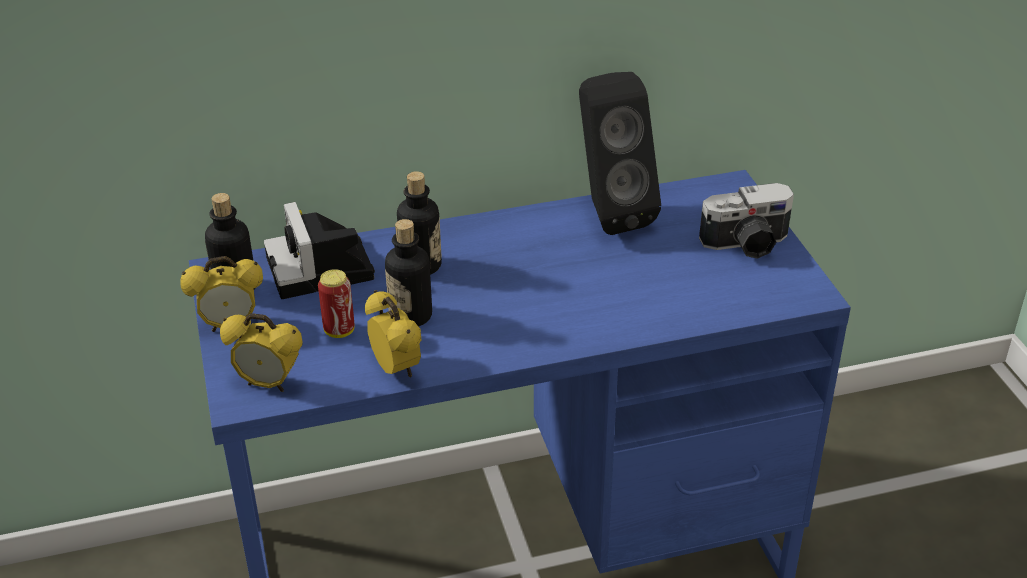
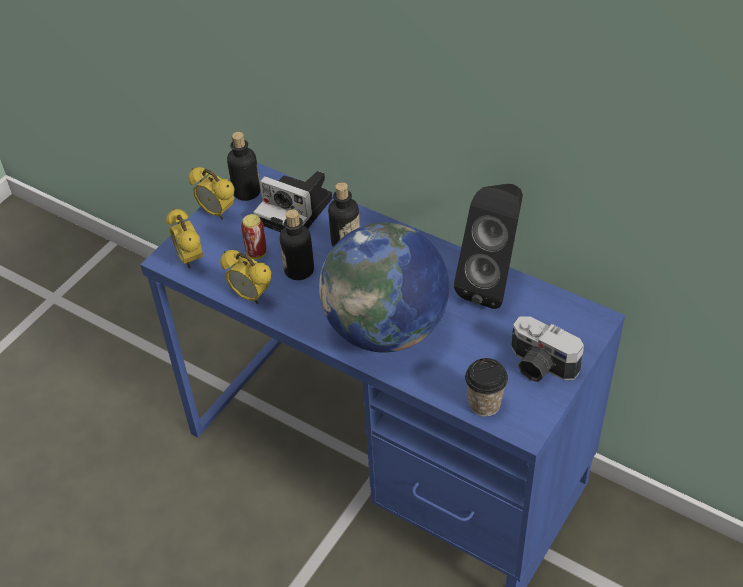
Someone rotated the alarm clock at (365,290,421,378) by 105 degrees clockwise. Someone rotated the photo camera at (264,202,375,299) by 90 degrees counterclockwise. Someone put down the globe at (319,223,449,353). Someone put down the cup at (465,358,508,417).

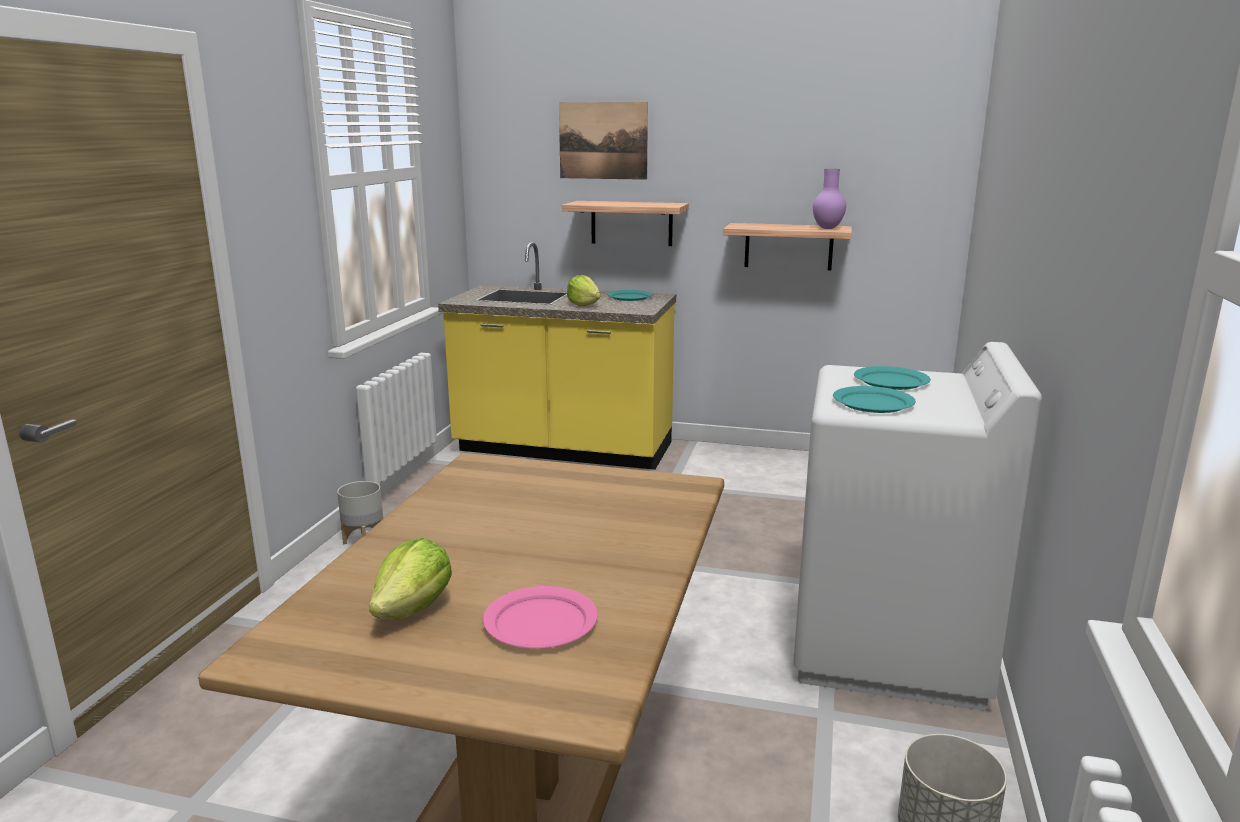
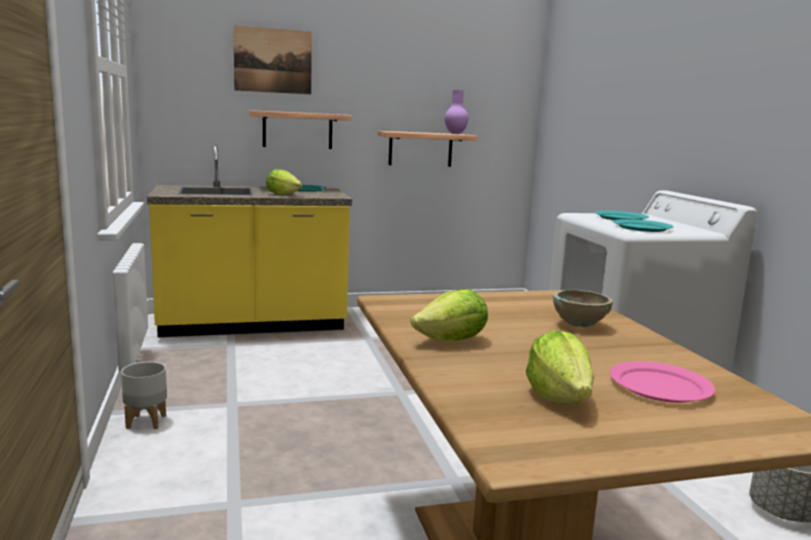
Someone put down the lettuce at (411,289,488,341). Someone put down the beige bowl at (553,290,613,327).

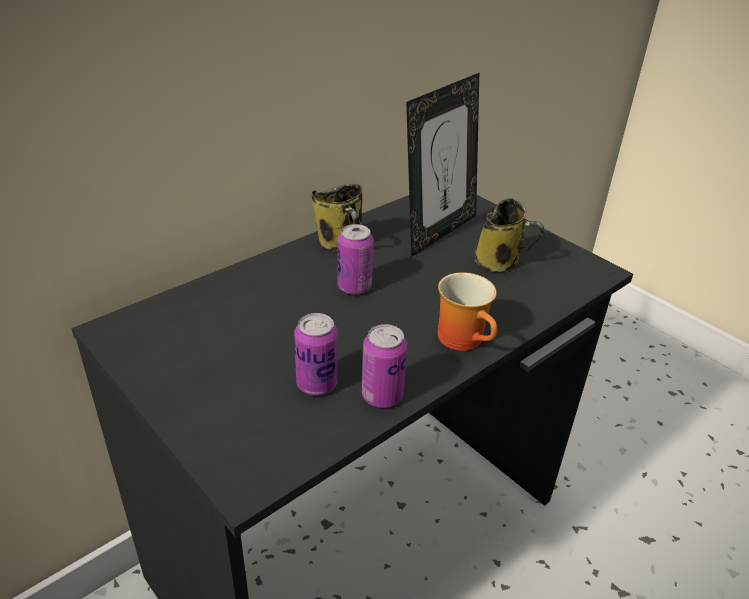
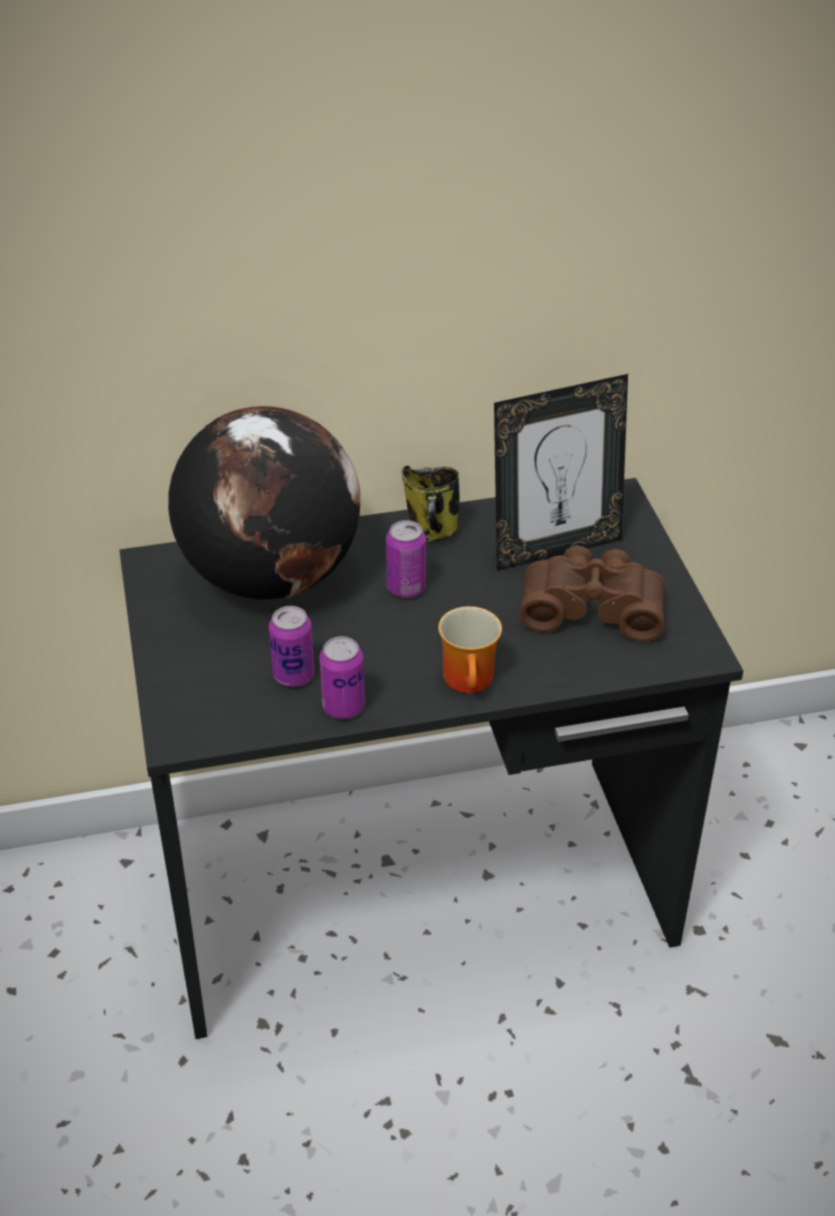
Someone put down the globe at (168,406,360,599). Someone swapped the mug at (474,198,544,272) for the brown binoculars at (519,546,665,642).

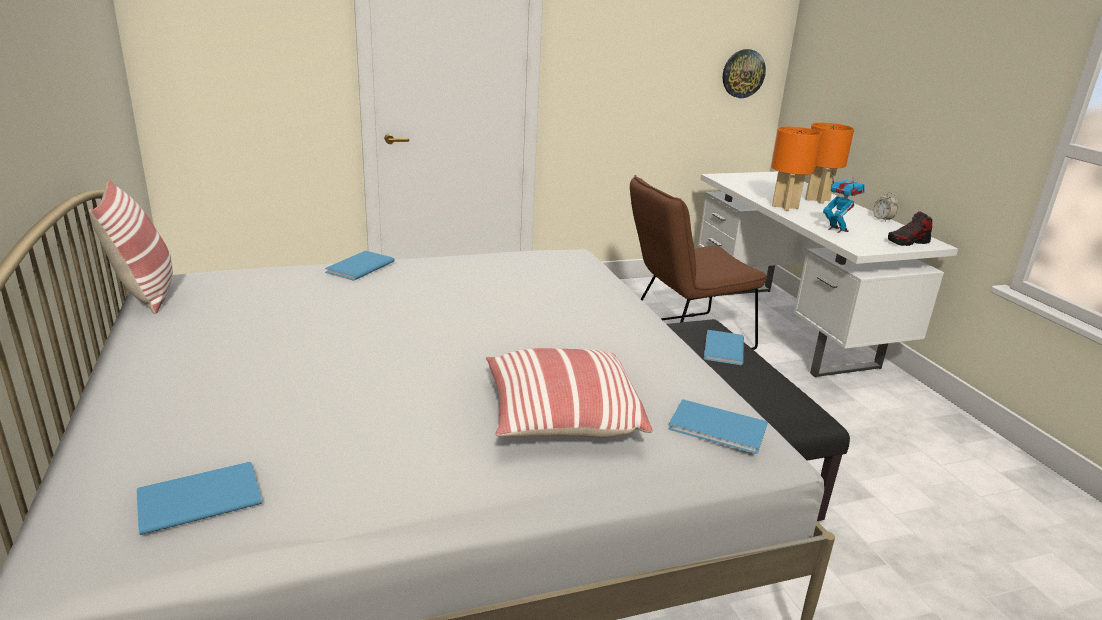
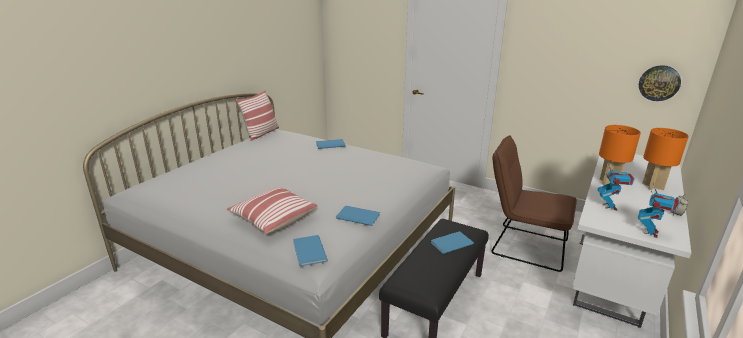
Someone carried the blue book from (137,462,262,535) to (336,206,380,226). Someone swapped the shoe at (888,211,932,246) for the toy robot at (638,183,680,238).

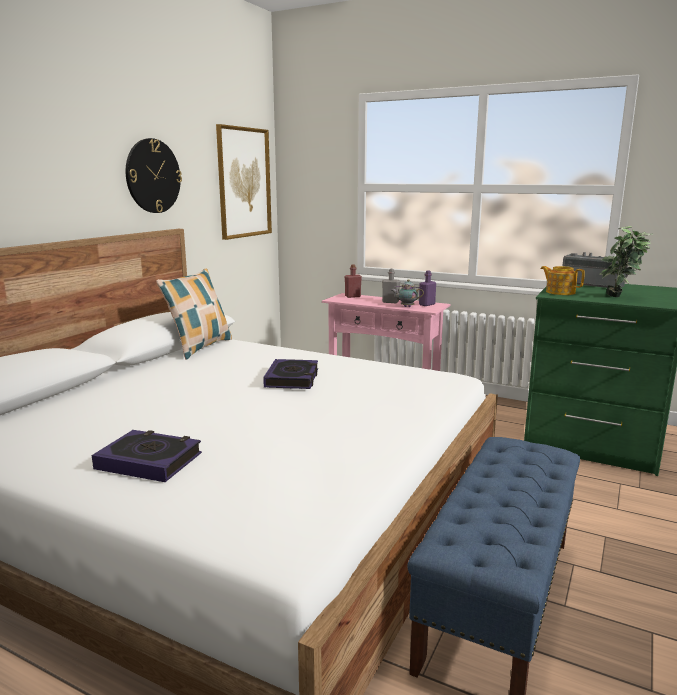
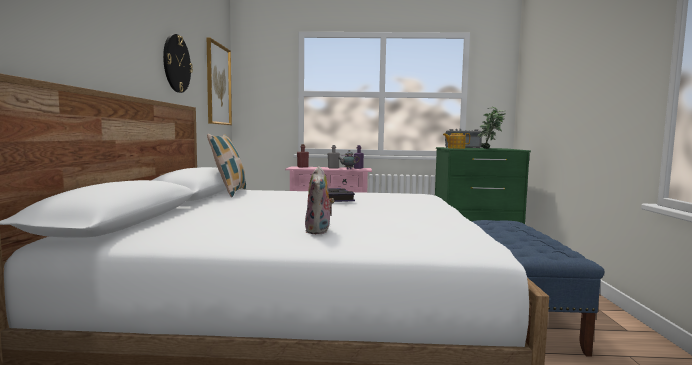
Someone swapped the book at (92,430,202,482) for the plush toy at (305,166,334,234).

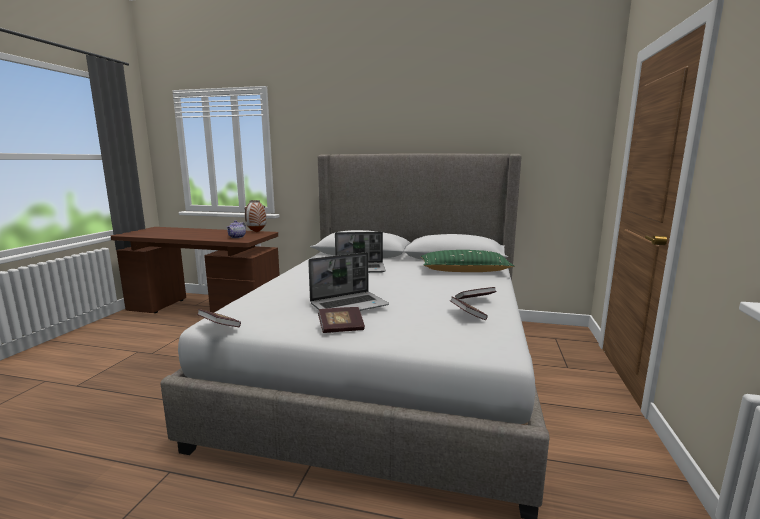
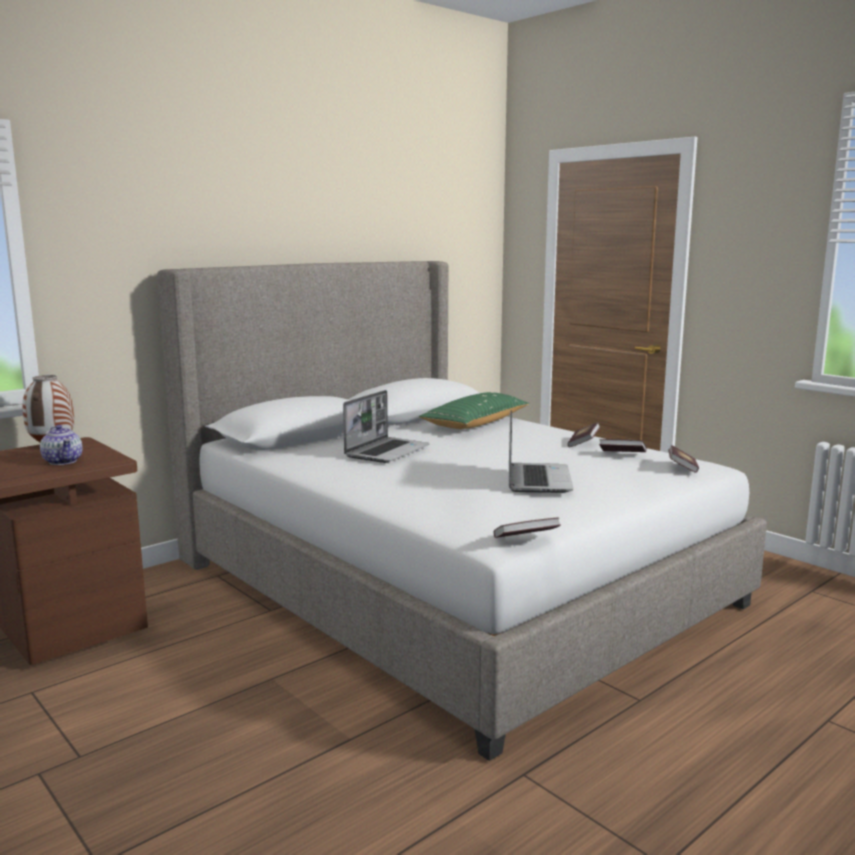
Someone carried the book from (318,307,365,333) to (668,445,699,473).

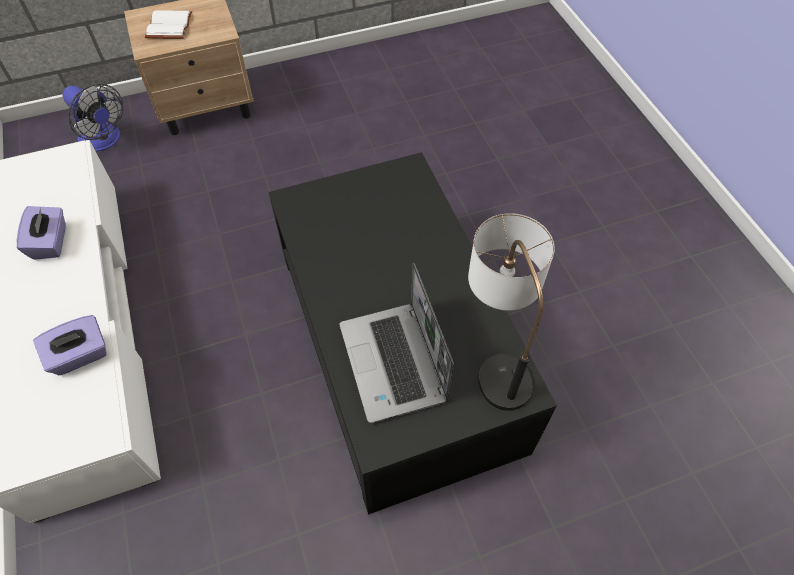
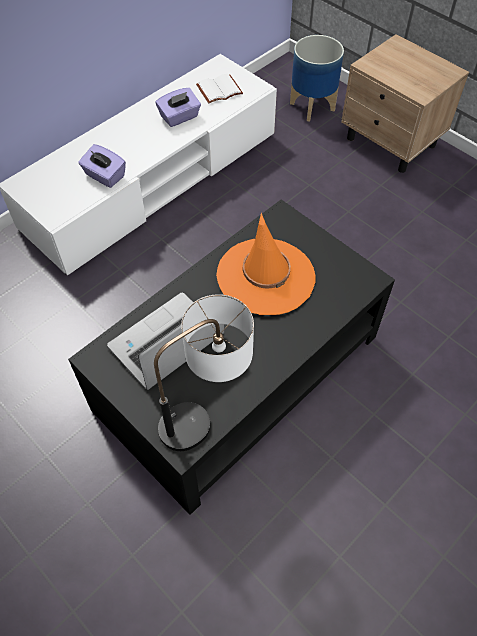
Someone carried the white book from (145,10,192,39) to (196,74,243,104). Someone put down the orange hat at (216,213,315,315). Someone swapped the fan at (62,84,123,152) for the planter at (290,35,344,122).

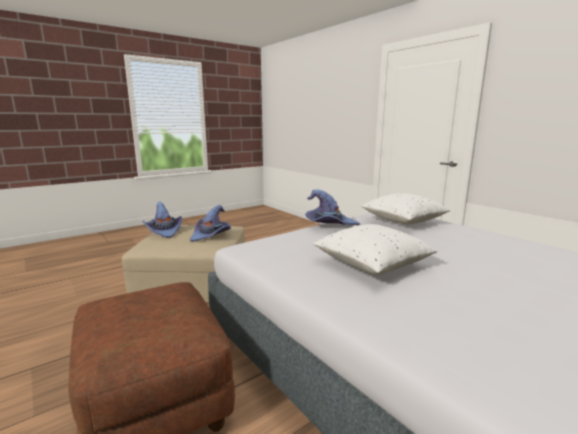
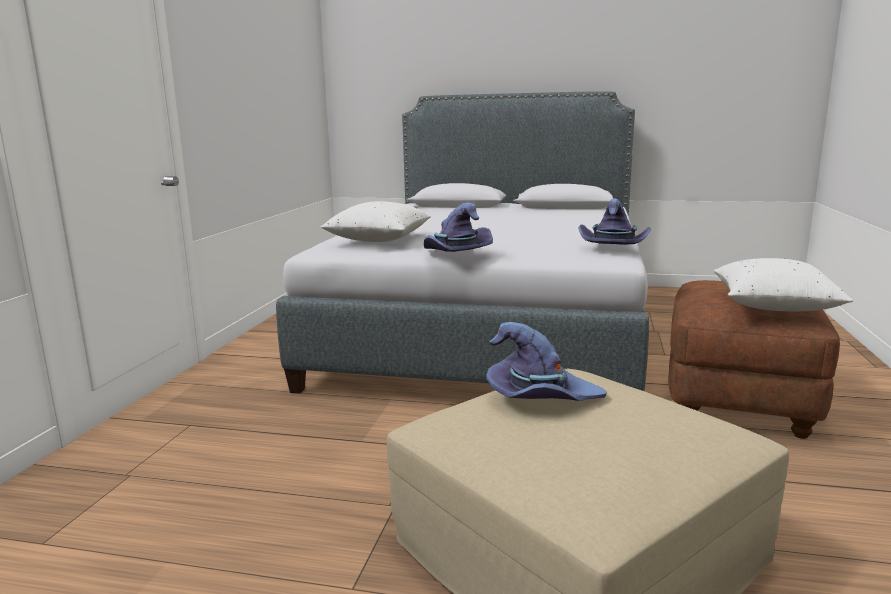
Someone carried the purple hat from (143,202,182,238) to (578,198,651,245). Someone carried the white pillow from (313,224,438,275) to (714,258,853,311).

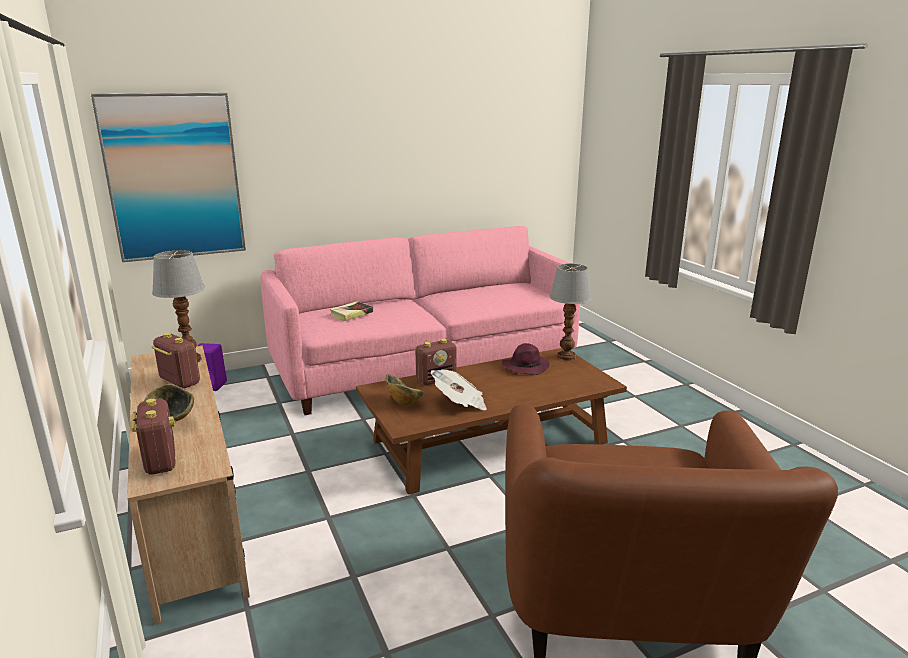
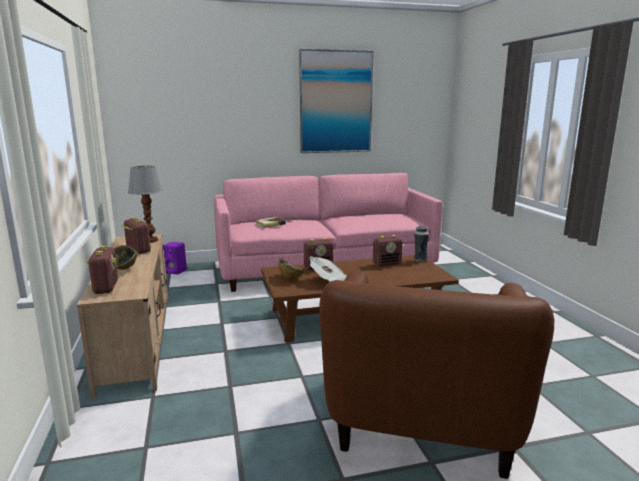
Someone carried the picture from (91,93,246,262) to (299,49,374,153). Someone swapped the purple hat at (502,343,550,375) for the radio at (373,235,403,267). Someone swapped the table lamp at (549,264,592,361) for the vase at (414,226,429,262).

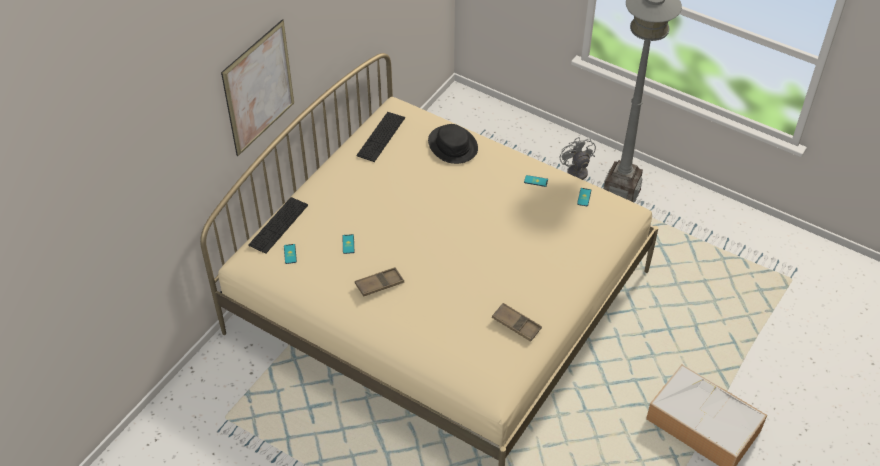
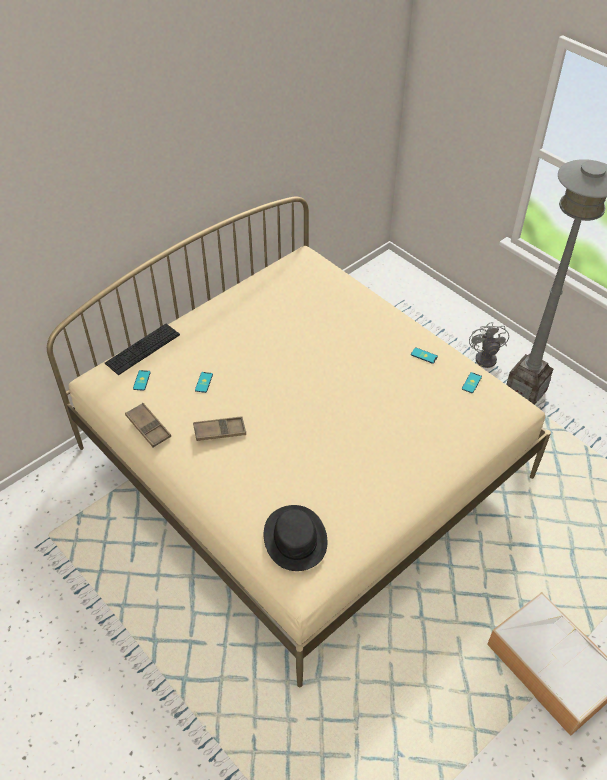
Someone carried the brown tray from (492,303,542,342) to (125,403,171,447). Someone carried the black hat from (428,124,478,164) to (264,505,327,571). Someone took away the picture at (221,19,294,156). Someone took away the keyboard at (356,112,405,162).

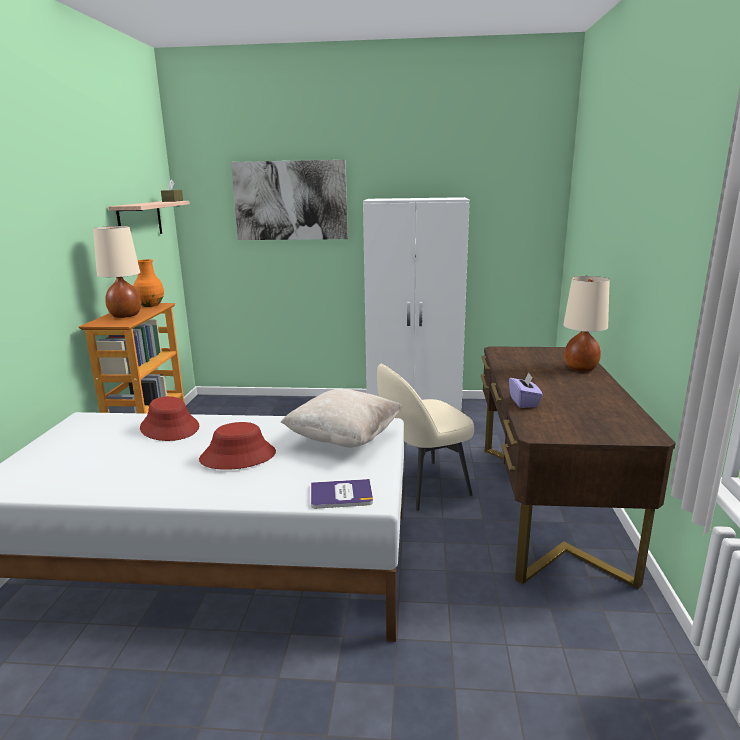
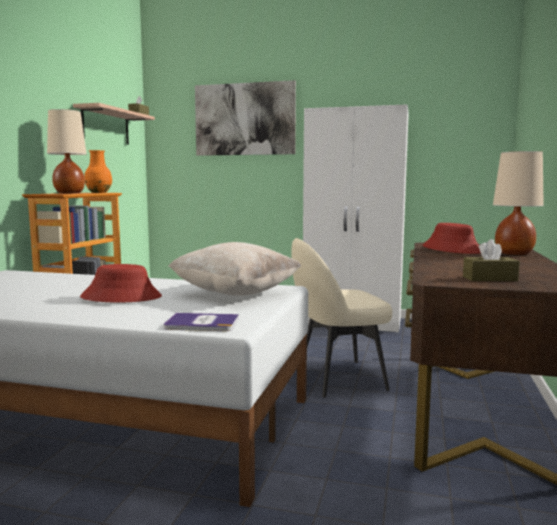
Someone carried the red hat from (140,396,199,441) to (423,223,481,254). Someone put down the brown tissue box at (463,239,520,281). Someone took away the purple tissue box at (509,372,543,408).

